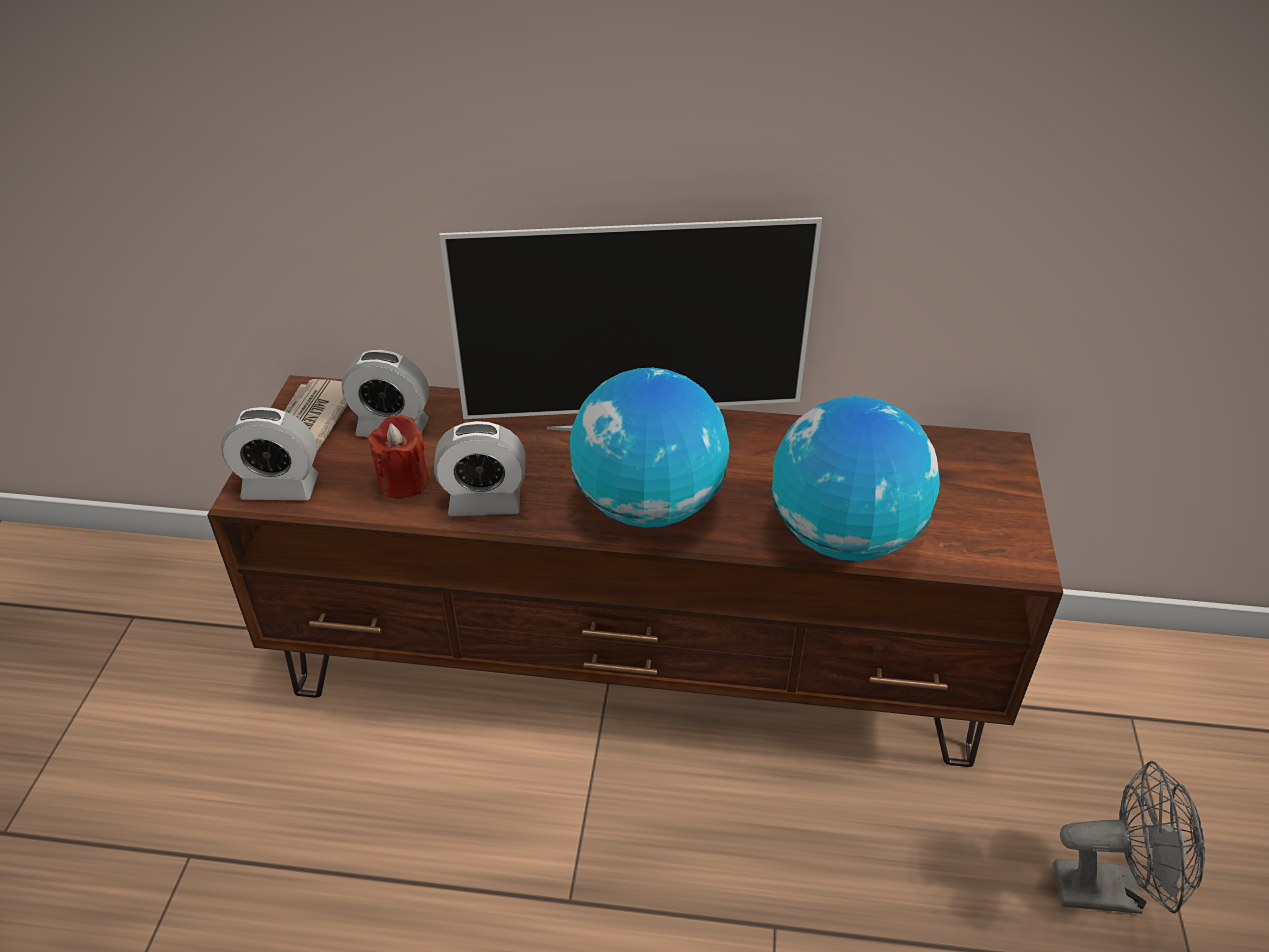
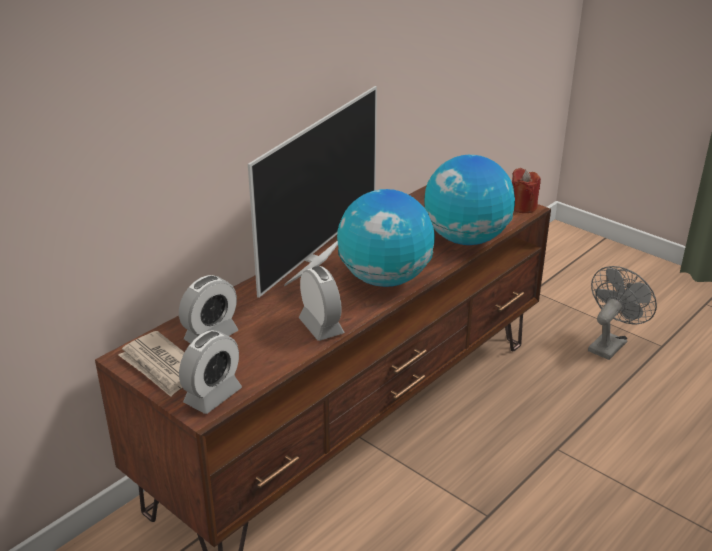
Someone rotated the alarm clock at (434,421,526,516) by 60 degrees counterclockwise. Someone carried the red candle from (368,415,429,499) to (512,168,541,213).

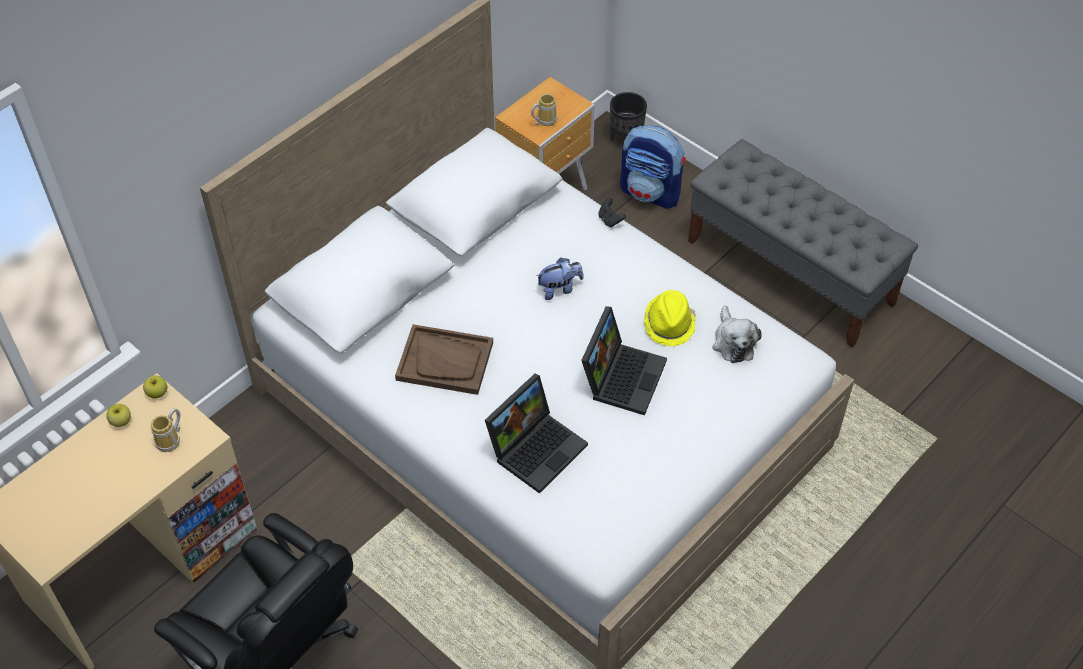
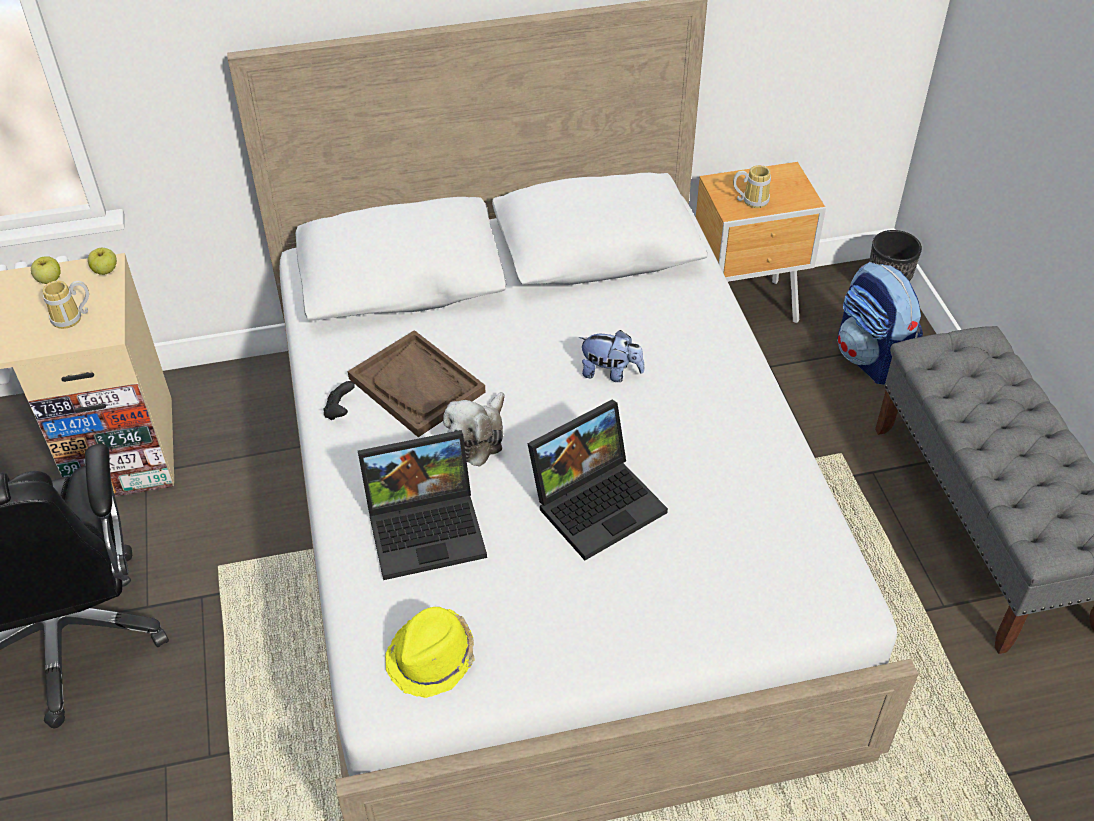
Someone carried the black game controller from (598,198,626,228) to (323,381,355,420). Someone carried the yellow hat from (644,290,696,346) to (385,607,475,698). Someone carried the plush toy from (712,305,762,363) to (443,392,505,467).

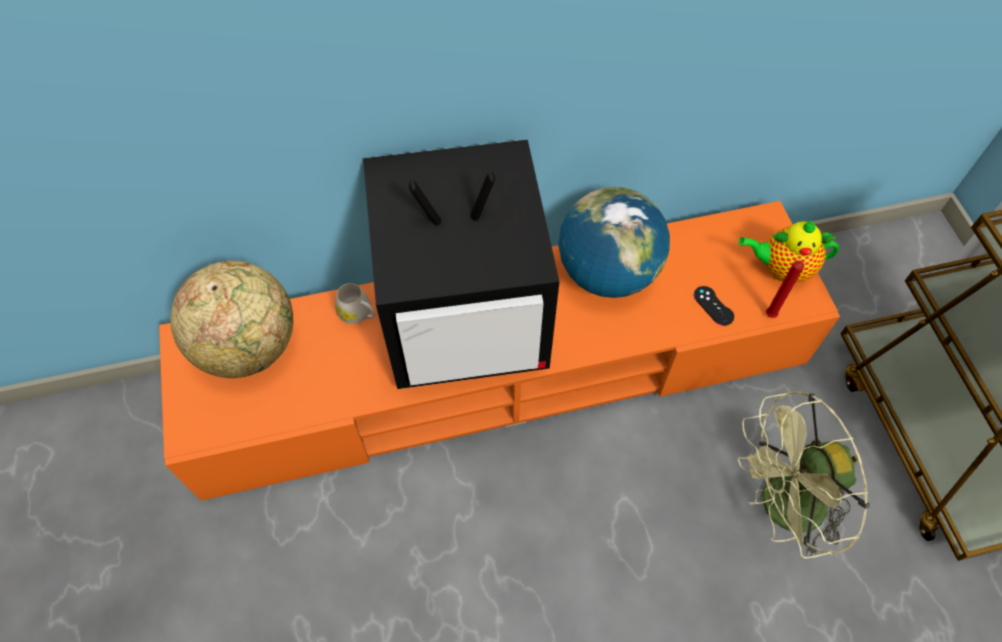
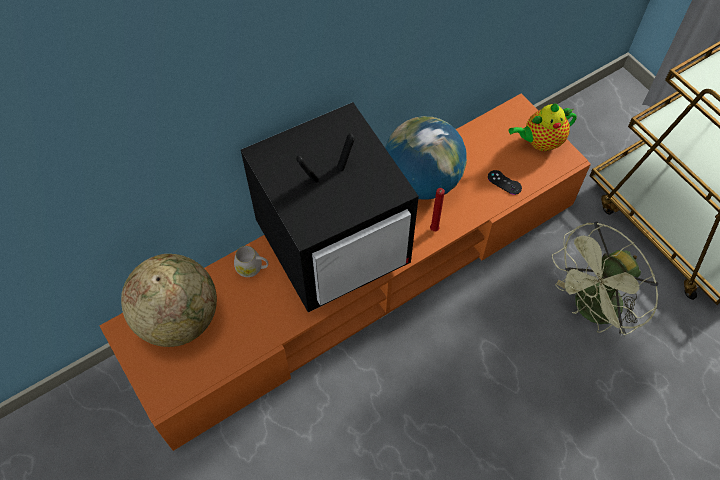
Someone carried the red candle from (766,260,804,318) to (430,188,445,231).

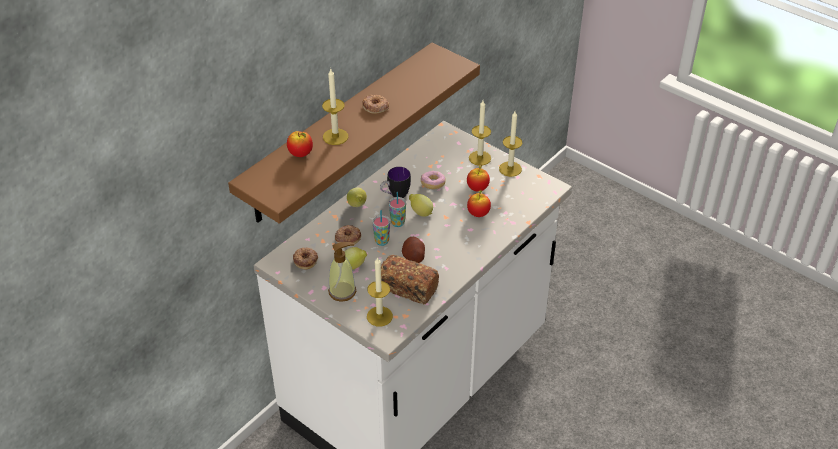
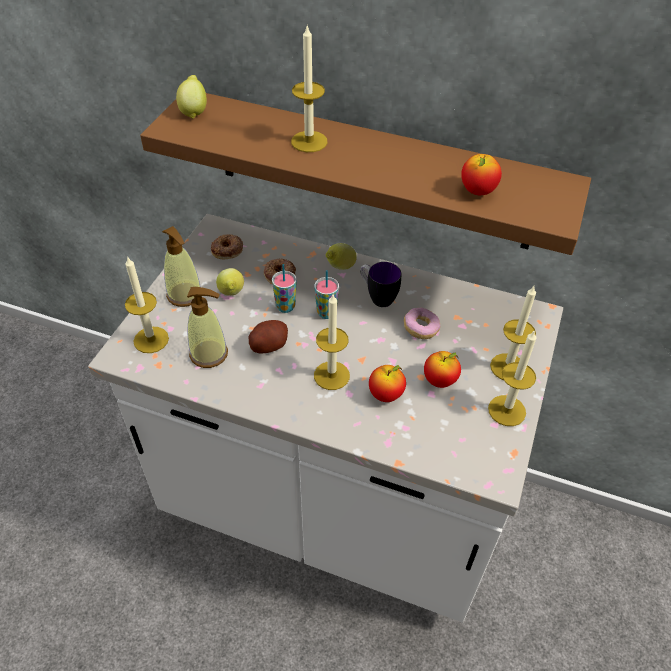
Someone carried the lemon from (409,194,433,217) to (176,75,207,119). Someone swapped the bread at (381,255,439,304) for the soap dispenser at (187,287,228,368). Someone put down the candle at (314,294,350,390). Someone carried the apple from (287,131,313,157) to (461,154,502,195). Someone took away the donut at (362,95,389,114).

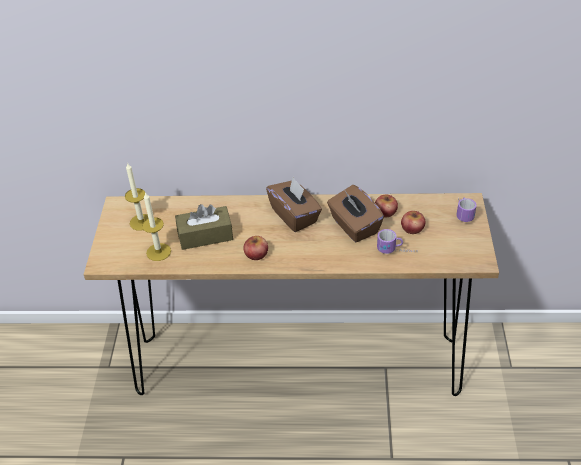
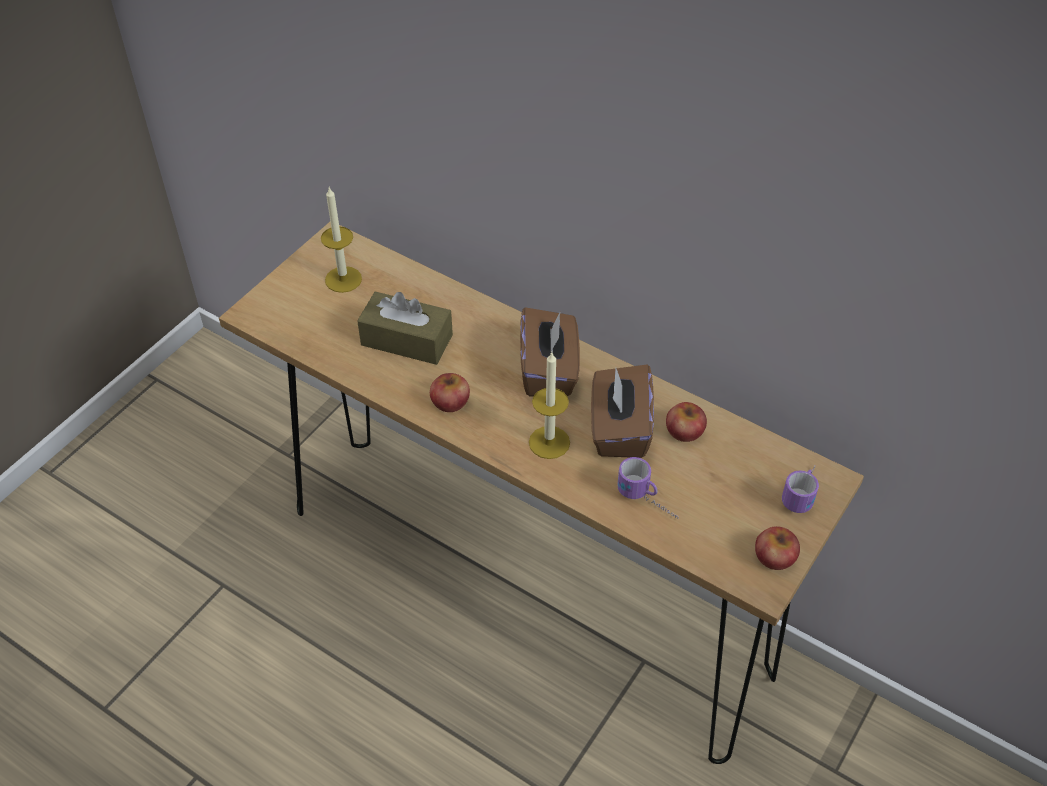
Someone carried the candle from (142,192,171,261) to (529,353,570,459). Someone carried the apple from (401,211,425,234) to (755,526,800,570).

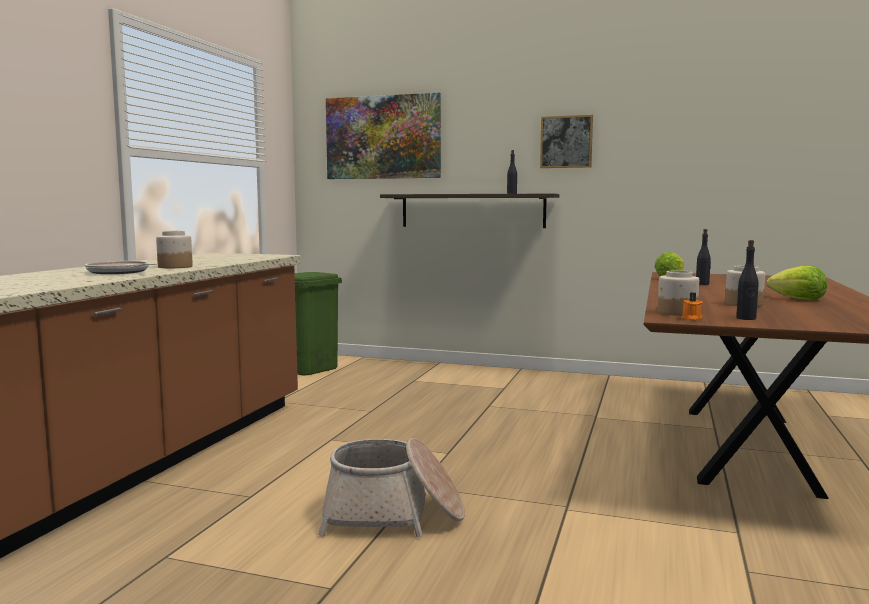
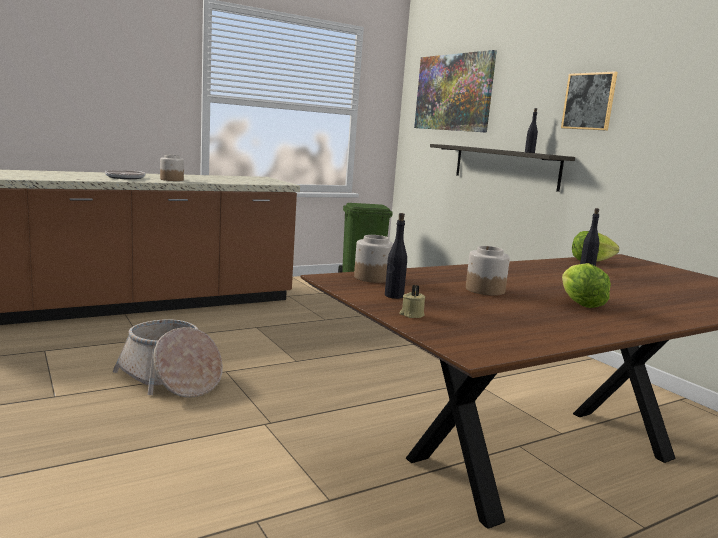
Someone put down the beige candle at (399,285,425,318). Someone took away the orange candle at (681,293,702,320).

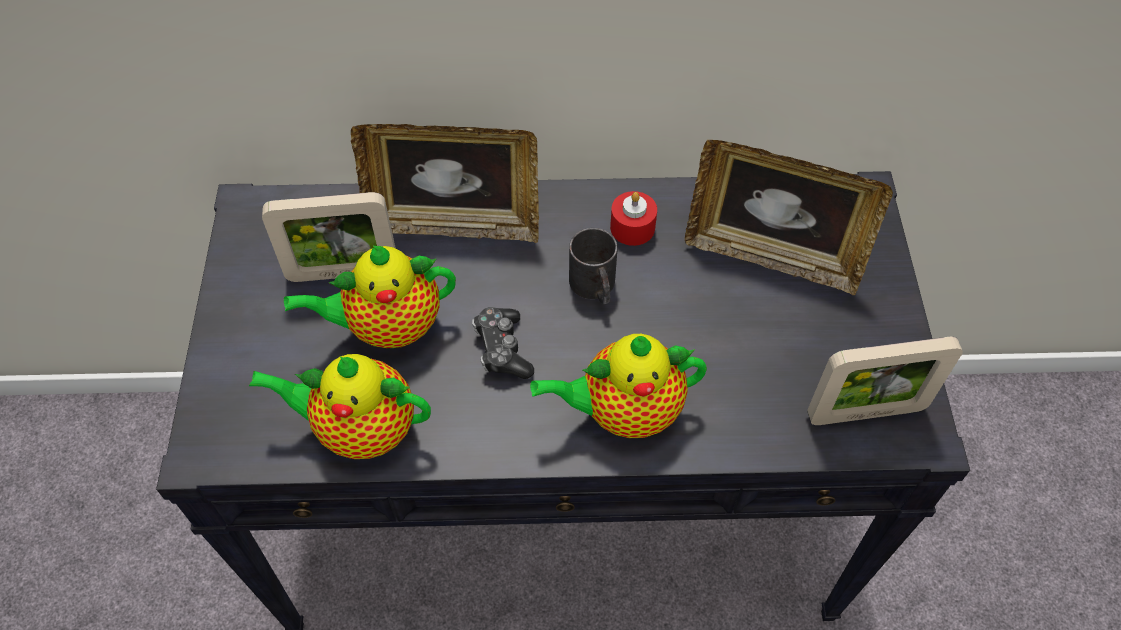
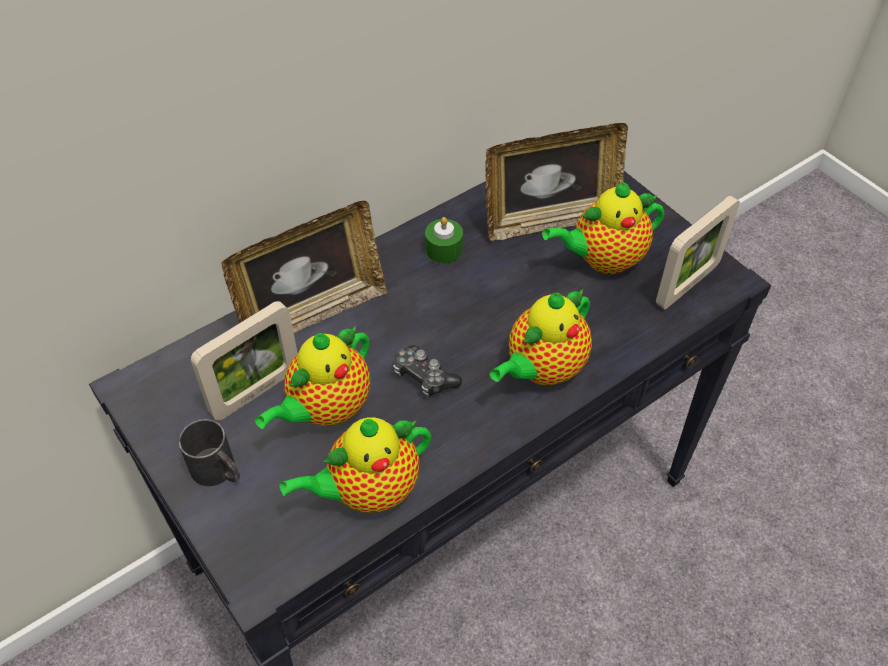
Someone carried the black mug from (569,228,618,305) to (178,419,240,486). Someone repainted the red candle at (610,191,657,246), which became the green candle at (425,217,463,263). Someone put down the teapot at (542,181,664,274).

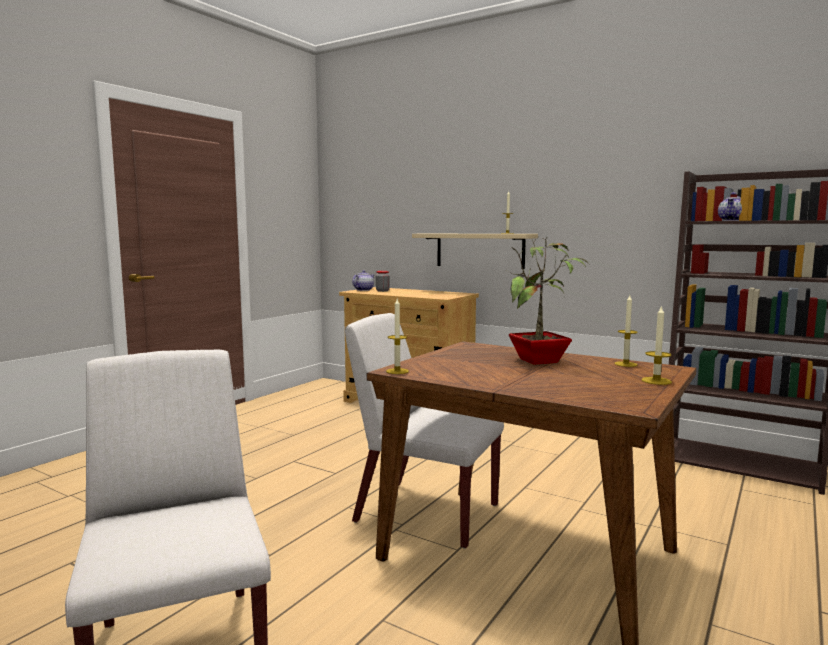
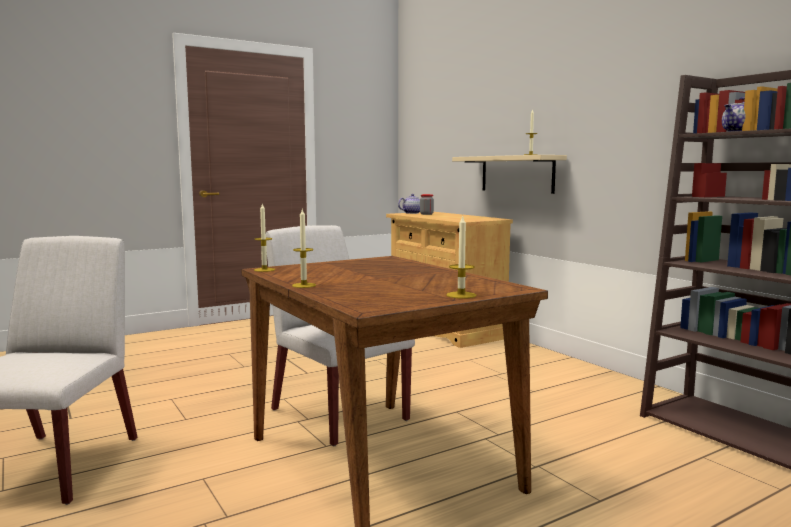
Someone carried the candle from (614,295,638,367) to (292,209,316,288). Someone took away the potted plant at (507,238,589,365).

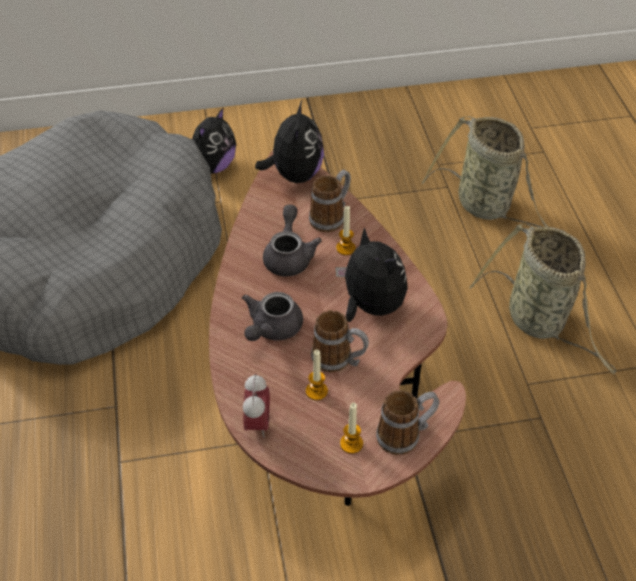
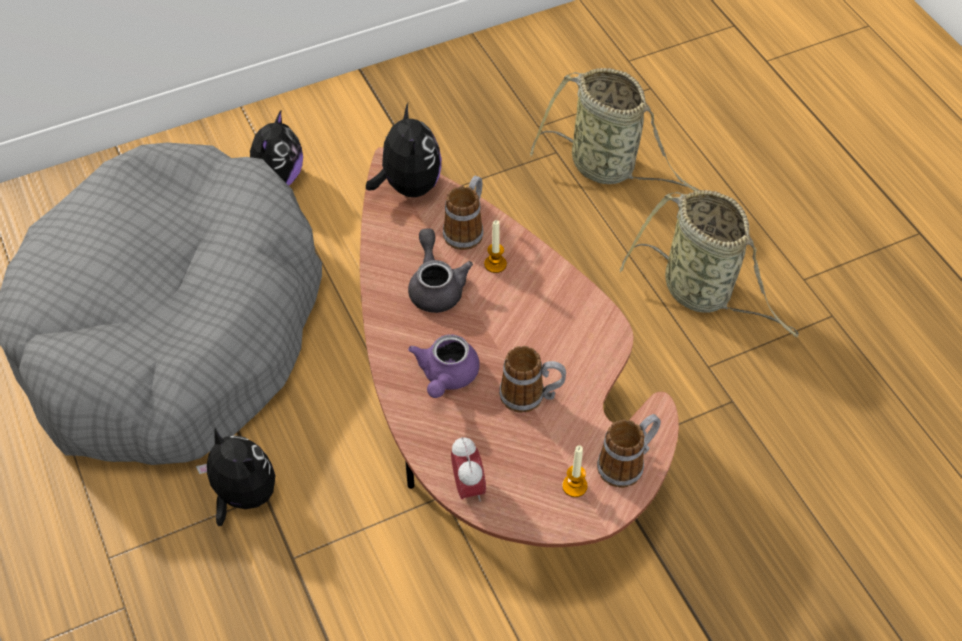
Someone carried the plush toy from (335,227,408,322) to (196,428,275,526). Someone repainted the grey teapot at (242,292,303,341), which became the purple teapot at (408,334,480,398). Someone took away the candle at (306,349,328,400).

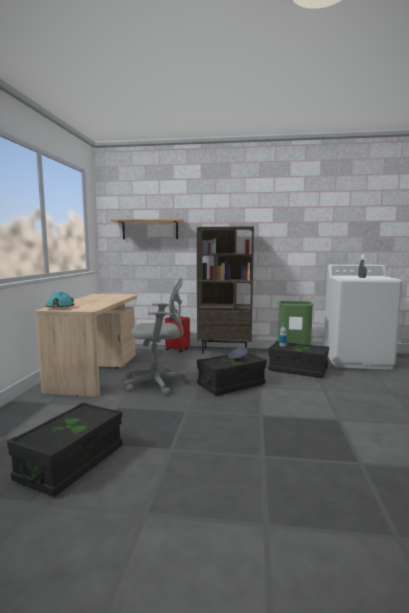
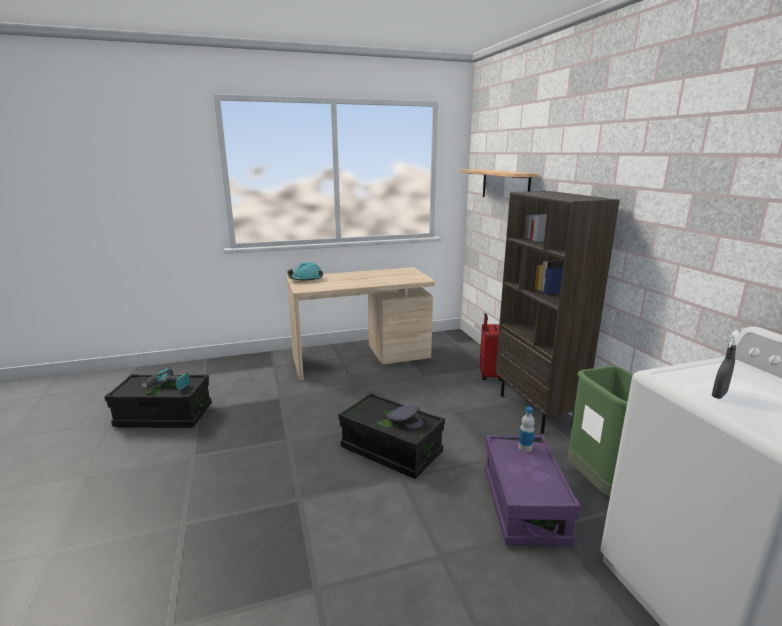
Someone put down the power drill at (141,368,190,390). Someone repainted the black storage box at (268,341,329,378), which became the purple storage box at (484,435,581,546). Someone took away the grey office chair at (124,278,191,395).

